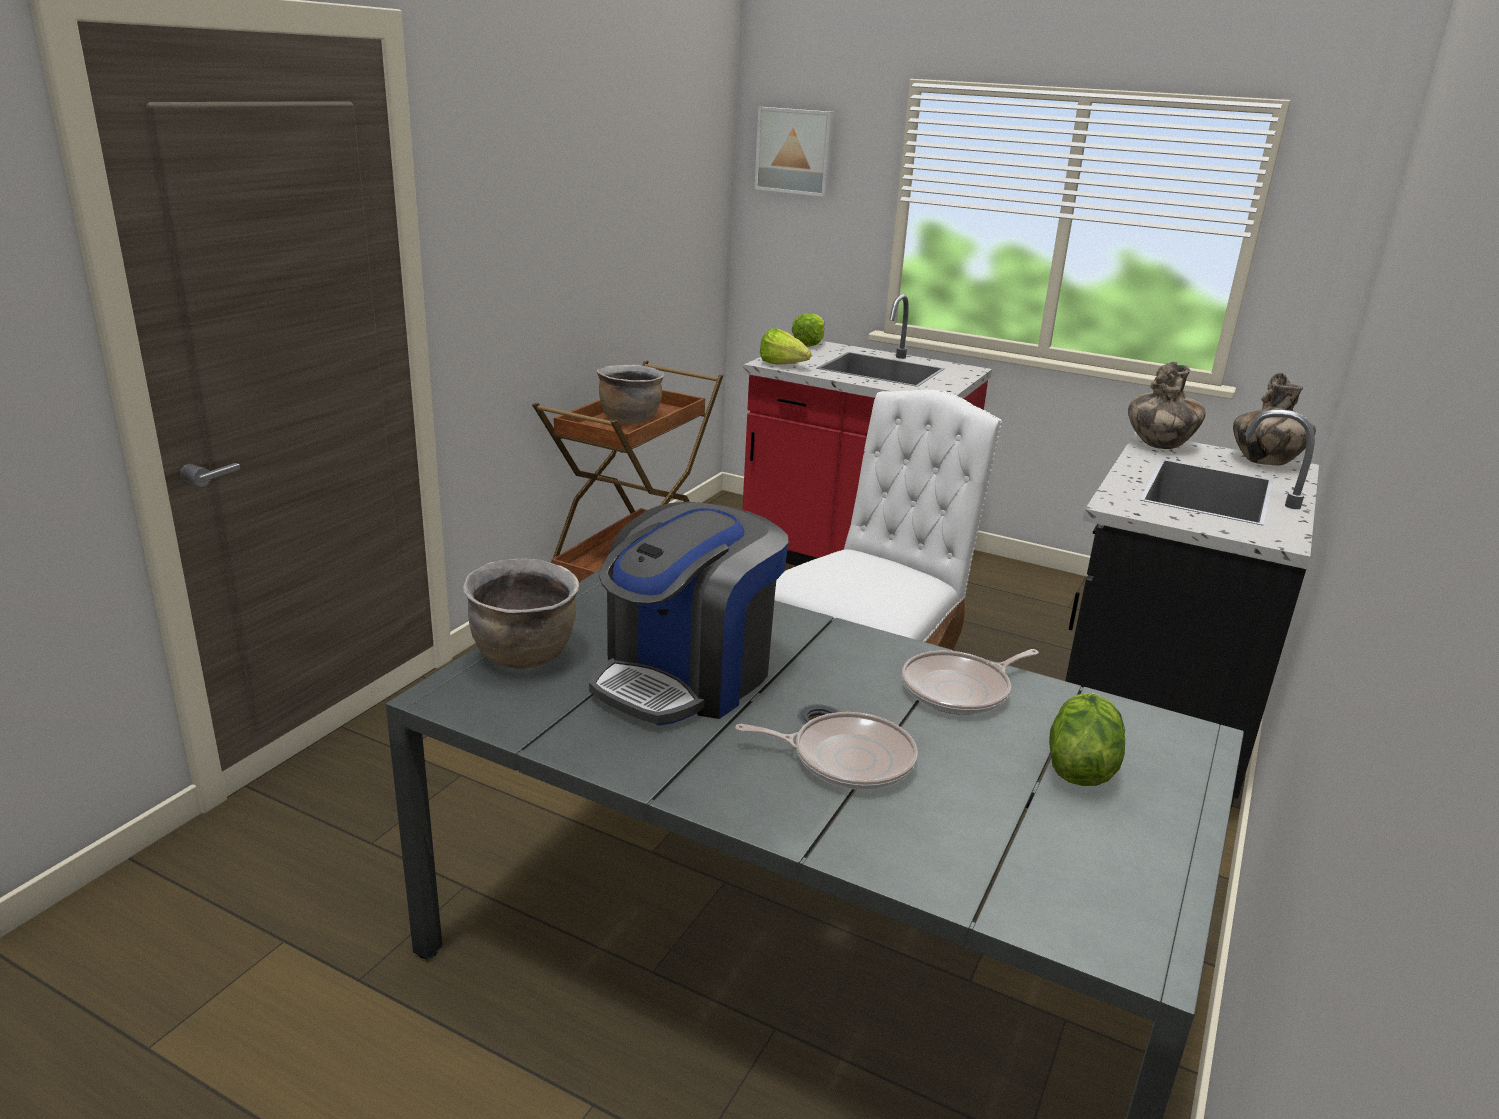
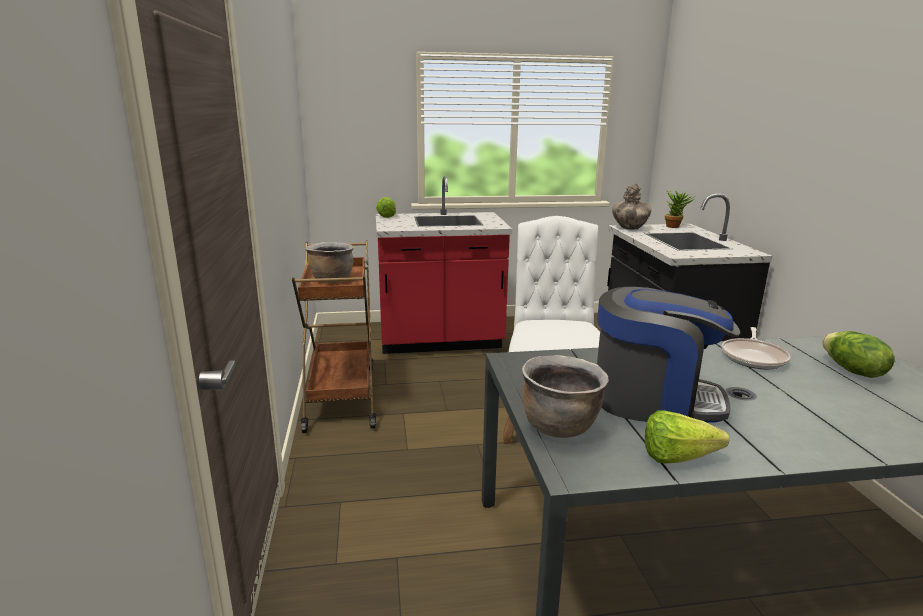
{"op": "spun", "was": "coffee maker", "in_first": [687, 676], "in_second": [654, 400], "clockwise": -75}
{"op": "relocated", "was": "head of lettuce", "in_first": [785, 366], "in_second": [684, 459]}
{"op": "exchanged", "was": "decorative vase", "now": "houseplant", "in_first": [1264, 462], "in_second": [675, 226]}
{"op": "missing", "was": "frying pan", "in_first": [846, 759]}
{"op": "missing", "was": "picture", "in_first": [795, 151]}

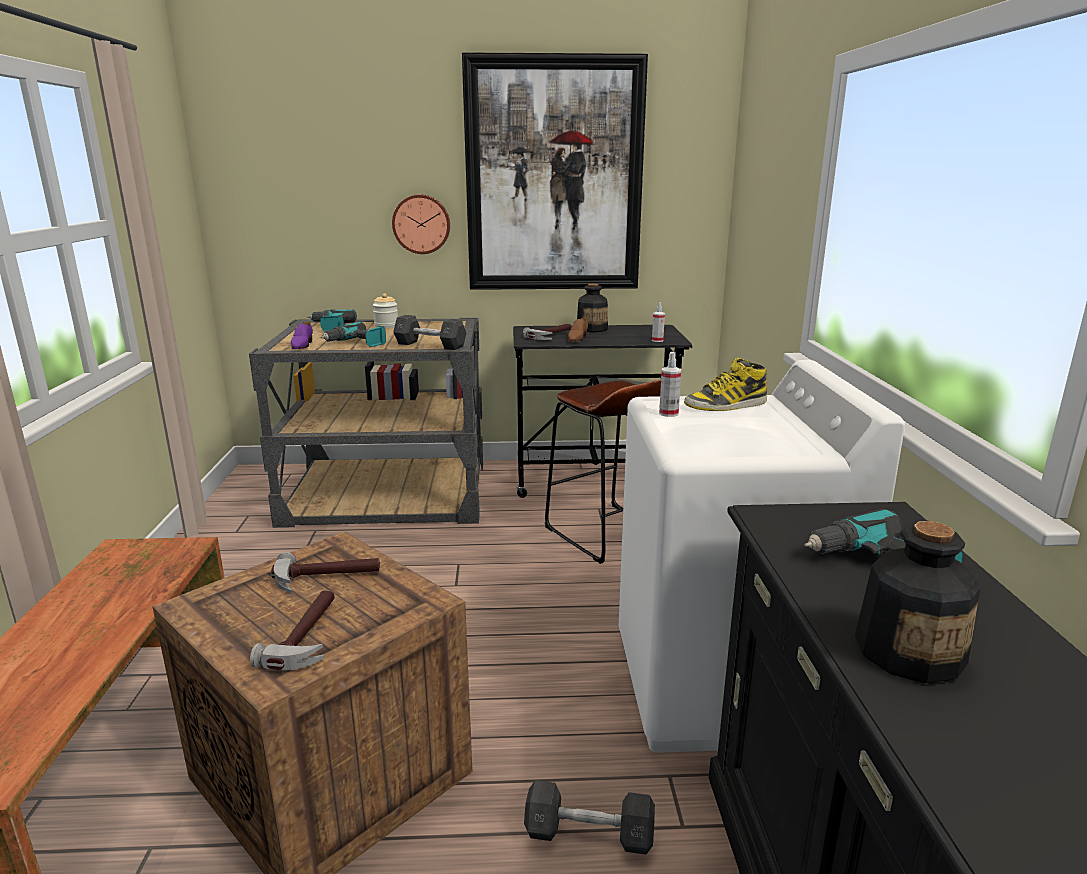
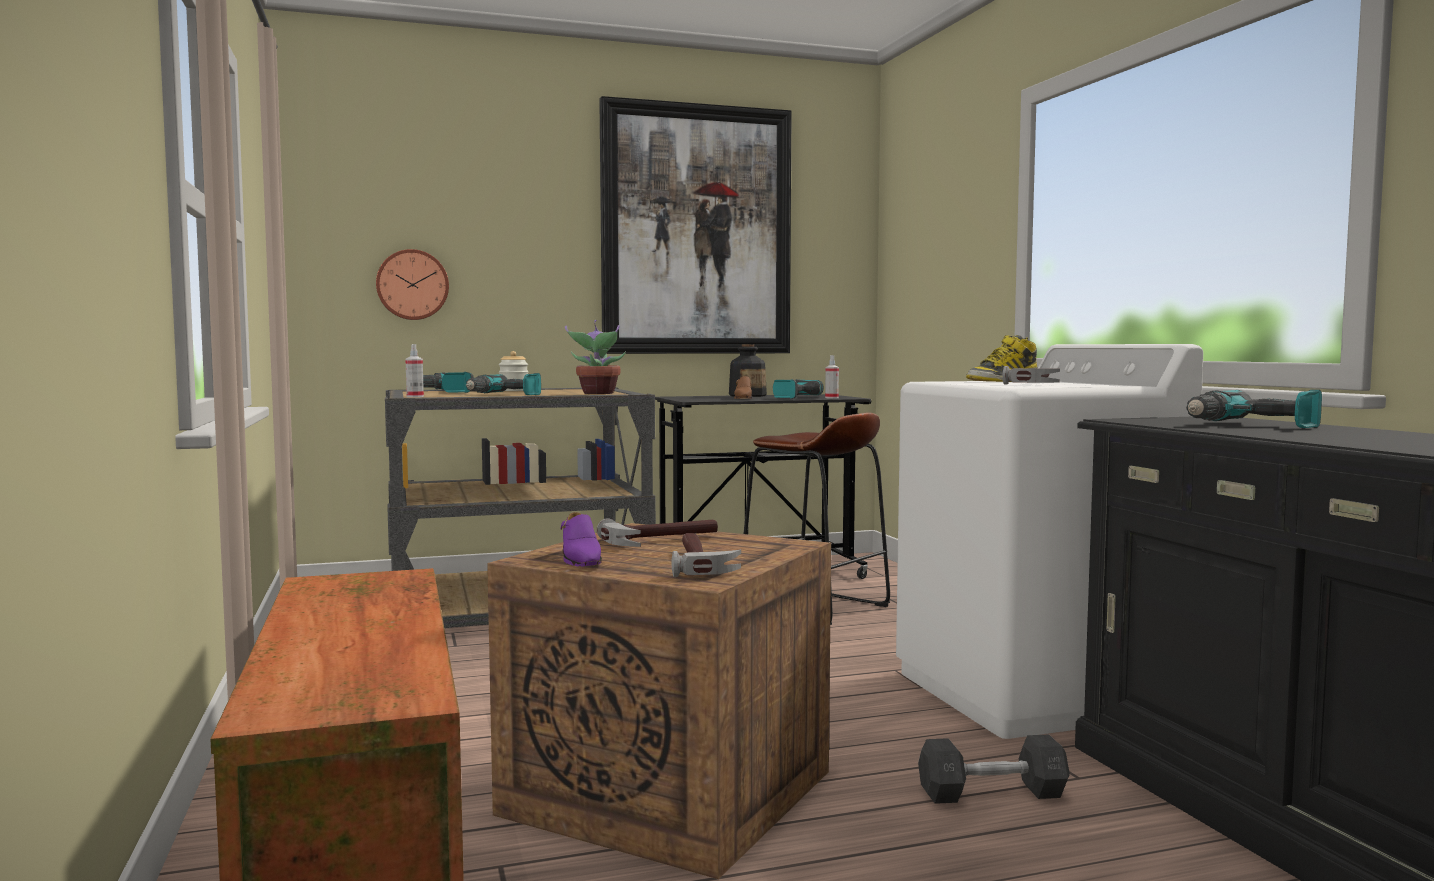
{"op": "relocated", "was": "clock on the wall", "in_first": [421, 224], "in_second": [412, 285]}
{"op": "relocated", "was": "sprayer", "in_first": [668, 413], "in_second": [415, 396]}
{"op": "relocated", "was": "purple-coloured shoe", "in_first": [302, 345], "in_second": [580, 559]}
{"op": "exchanged", "was": "greyish free weight", "now": "houseplant", "in_first": [430, 345], "in_second": [597, 393]}
{"op": "appeared", "now": "power drill", "in_second": [790, 397]}
{"op": "relocated", "was": "hand hammer", "in_first": [552, 336], "in_second": [1038, 383]}
{"op": "missing", "was": "drink bottle", "in_first": [909, 651]}

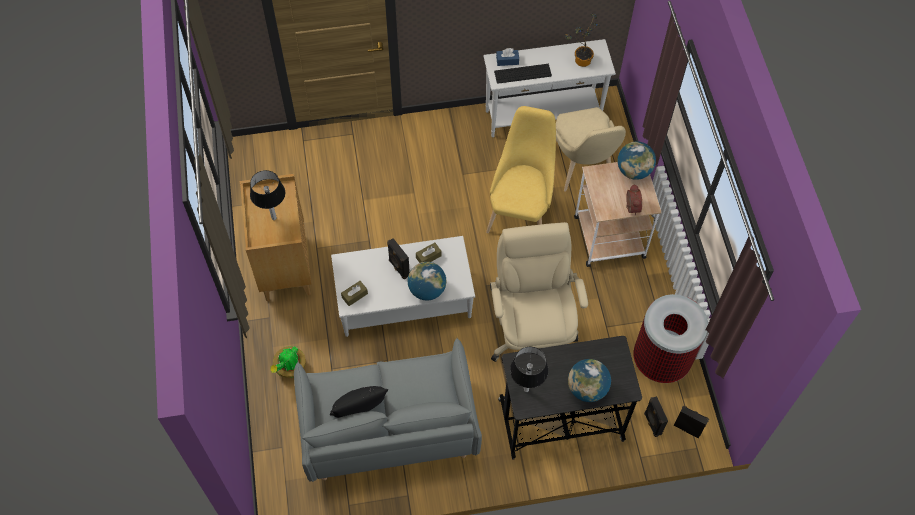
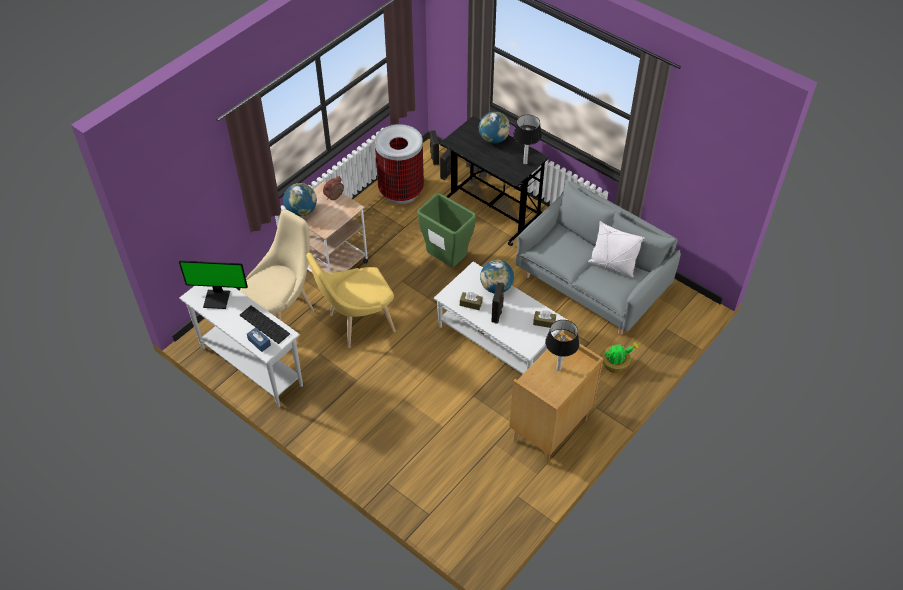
{"op": "exchanged", "was": "houseplant", "now": "monitor", "in_first": [580, 60], "in_second": [217, 298]}
{"op": "exchanged", "was": "beige-coloured office chair", "now": "green-coloured waste bin", "in_first": [532, 330], "in_second": [446, 260]}
{"op": "colour", "was": "black-coloured throw pillow", "now": "white throw pillow", "in_first": [360, 410], "in_second": [612, 266]}

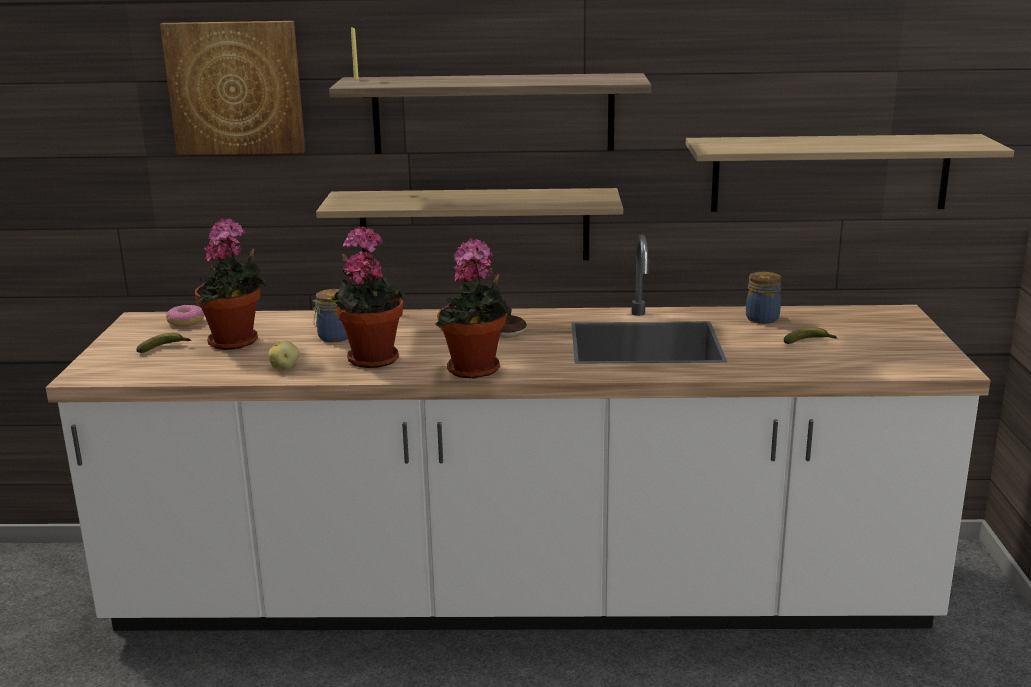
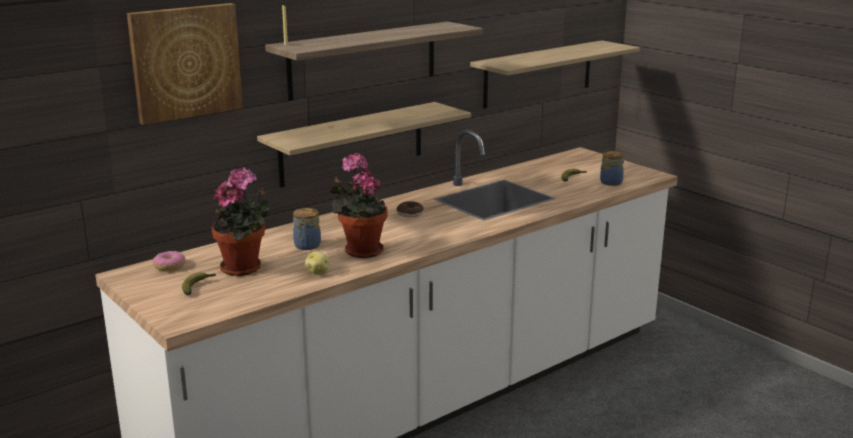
{"op": "relocated", "was": "storage jar", "in_first": [762, 318], "in_second": [610, 182]}
{"op": "missing", "was": "houseplant", "in_first": [476, 371]}

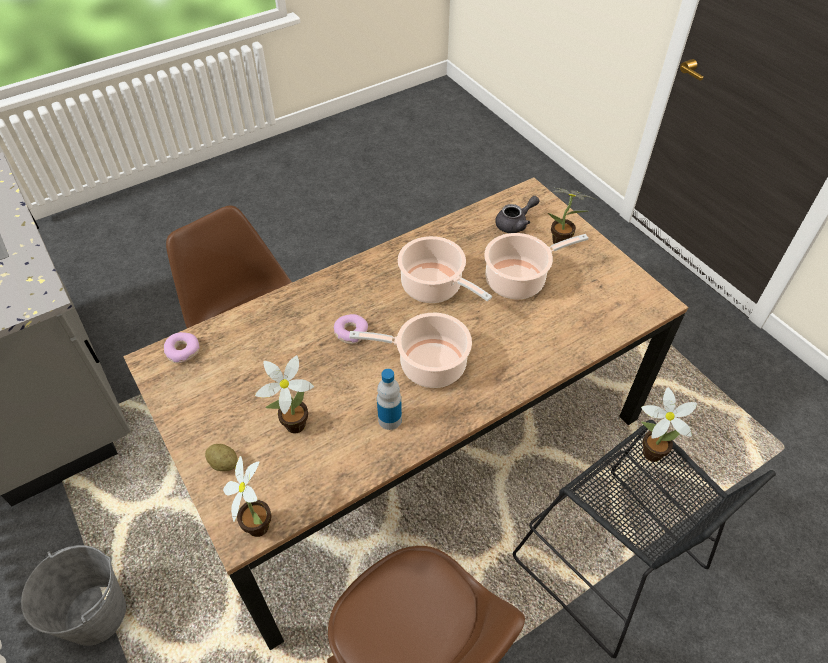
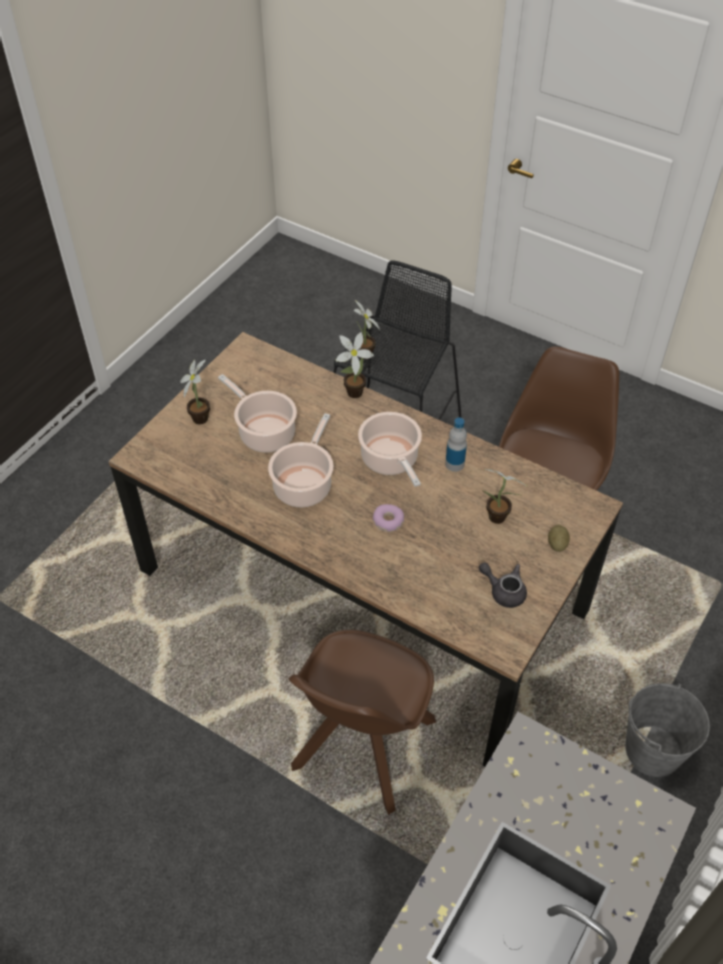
{"op": "relocated", "was": "houseplant", "in_first": [259, 522], "in_second": [352, 393]}
{"op": "relocated", "was": "greyish tea pot", "in_first": [515, 223], "in_second": [503, 591]}
{"op": "missing", "was": "donut", "in_first": [183, 351]}

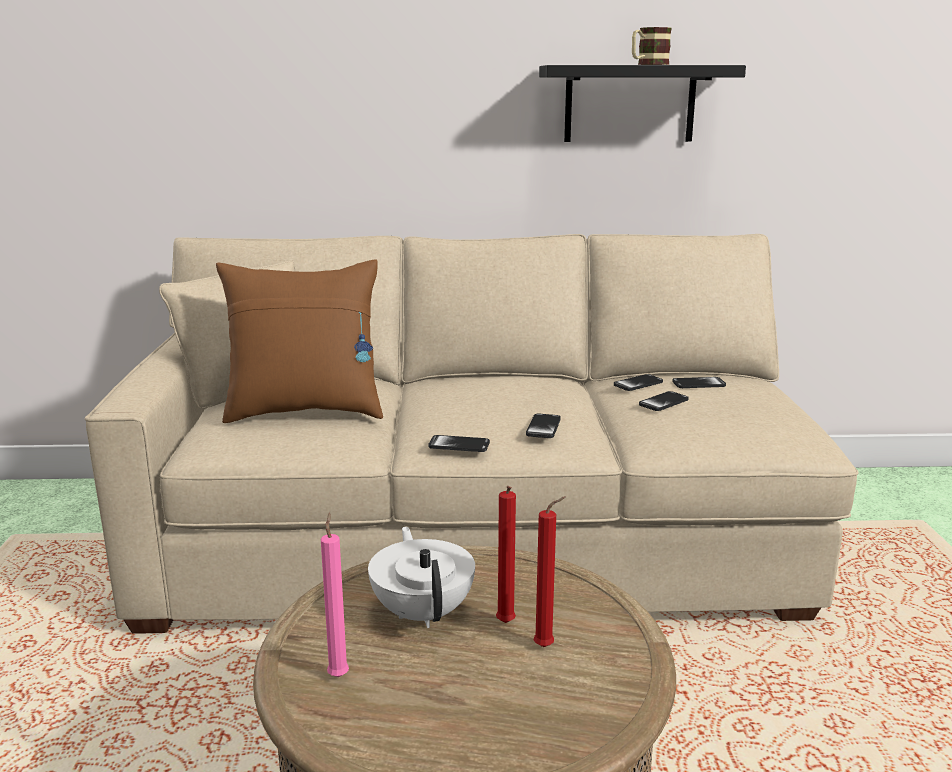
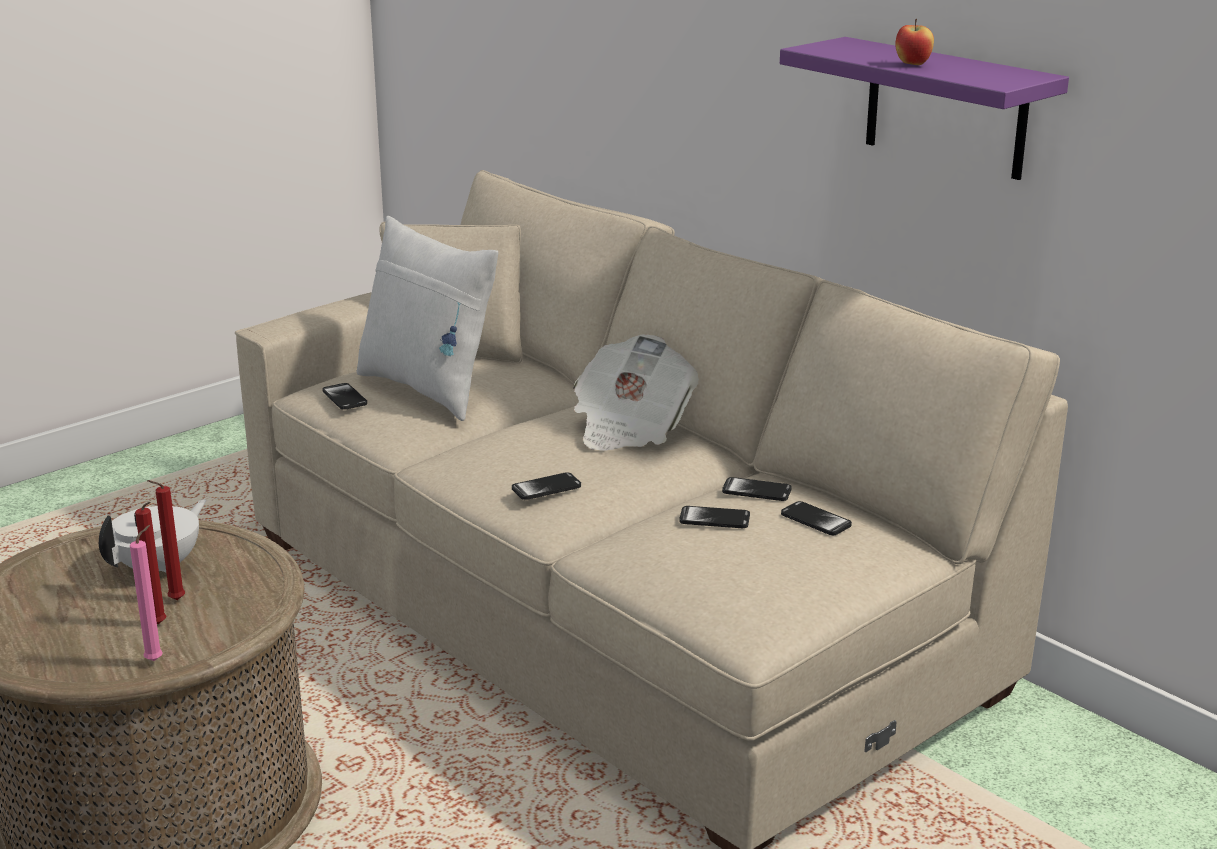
{"op": "relocated", "was": "pink candle", "in_first": [339, 674], "in_second": [157, 659]}
{"op": "relocated", "was": "telephone", "in_first": [459, 445], "in_second": [344, 398]}
{"op": "colour", "was": "brownish throw pillow", "now": "greyish throw pillow", "in_first": [305, 413], "in_second": [427, 390]}
{"op": "appeared", "now": "daily paper", "in_second": [630, 427]}
{"op": "colour", "was": "black-coloured shelf", "now": "purple-coloured shelf", "in_first": [629, 104], "in_second": [946, 108]}
{"op": "exchanged", "was": "tea mug", "now": "whole apple", "in_first": [648, 64], "in_second": [912, 65]}

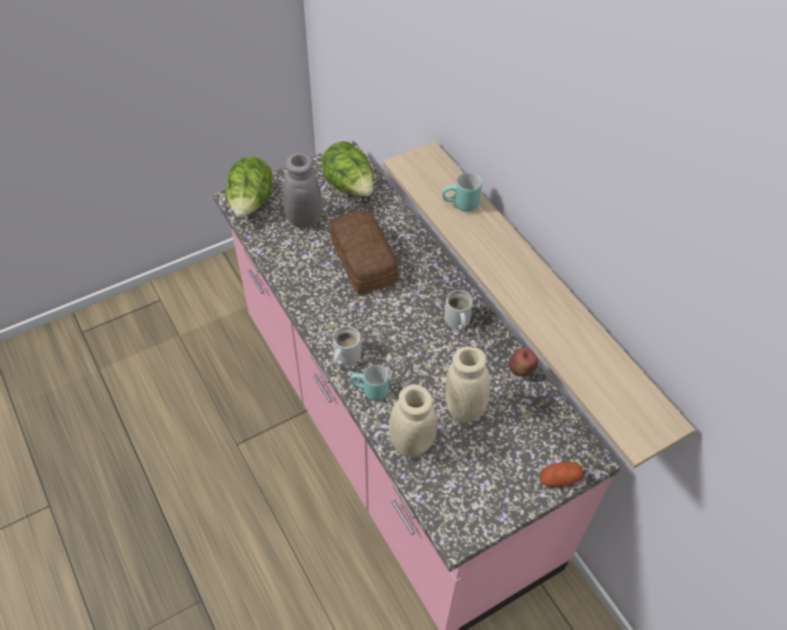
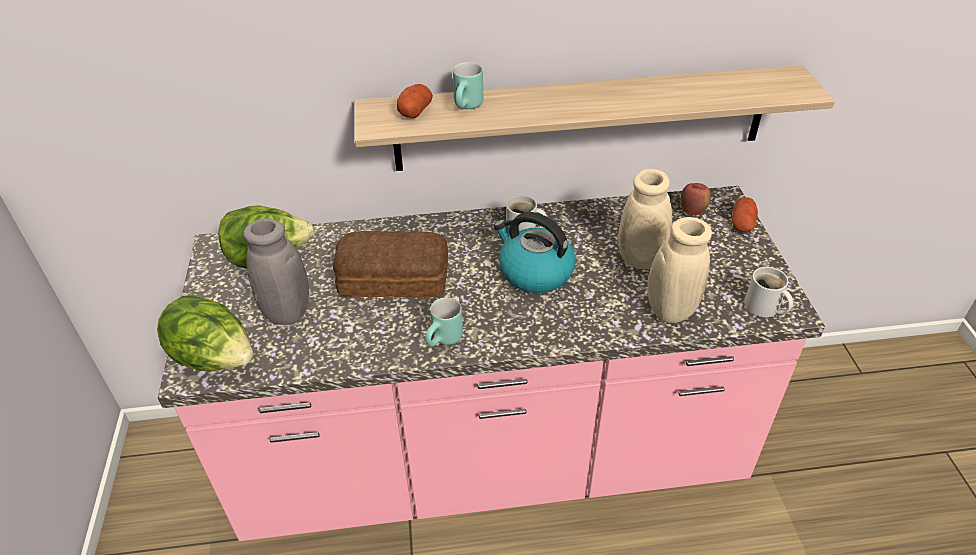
{"op": "appeared", "now": "potato", "in_second": [415, 111]}
{"op": "relocated", "was": "turquoise-coloured tea mug", "in_first": [369, 392], "in_second": [445, 341]}
{"op": "appeared", "now": "water kettle", "in_second": [534, 272]}
{"op": "relocated", "was": "whole apple", "in_first": [521, 370], "in_second": [692, 211]}
{"op": "relocated", "was": "white tea mug", "in_first": [345, 356], "in_second": [763, 308]}

